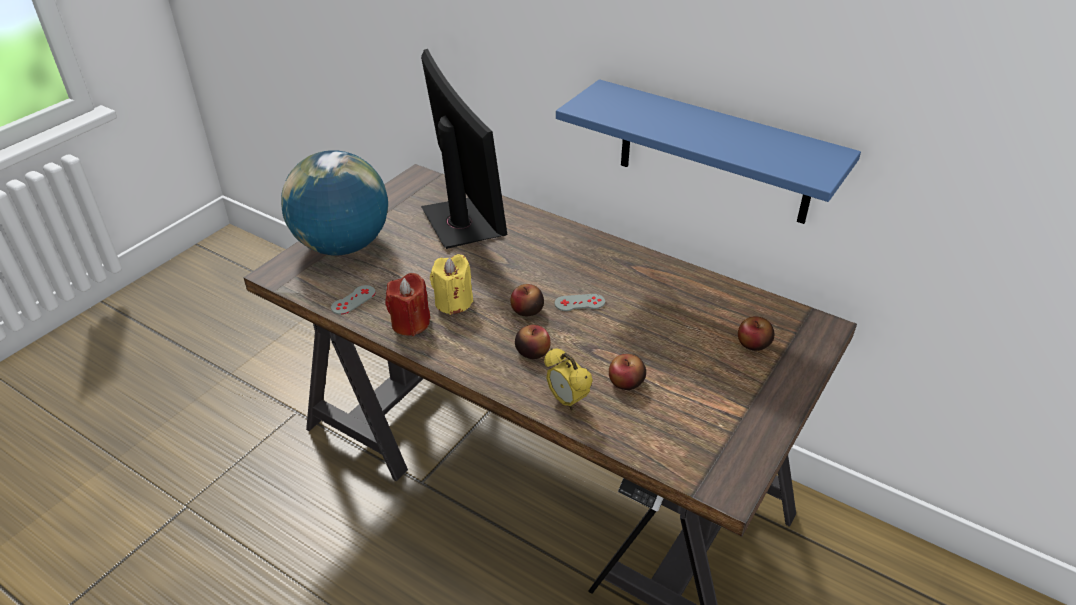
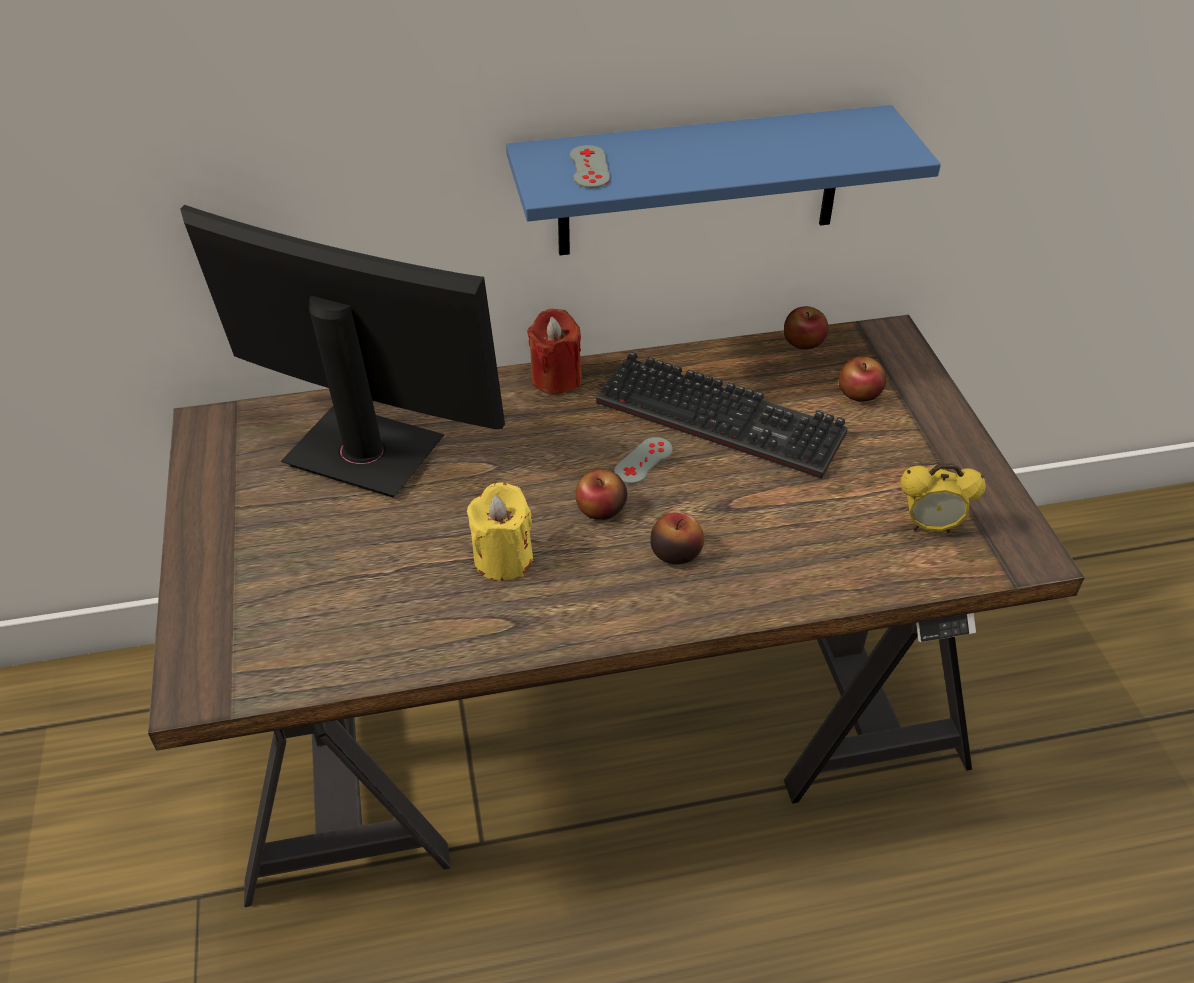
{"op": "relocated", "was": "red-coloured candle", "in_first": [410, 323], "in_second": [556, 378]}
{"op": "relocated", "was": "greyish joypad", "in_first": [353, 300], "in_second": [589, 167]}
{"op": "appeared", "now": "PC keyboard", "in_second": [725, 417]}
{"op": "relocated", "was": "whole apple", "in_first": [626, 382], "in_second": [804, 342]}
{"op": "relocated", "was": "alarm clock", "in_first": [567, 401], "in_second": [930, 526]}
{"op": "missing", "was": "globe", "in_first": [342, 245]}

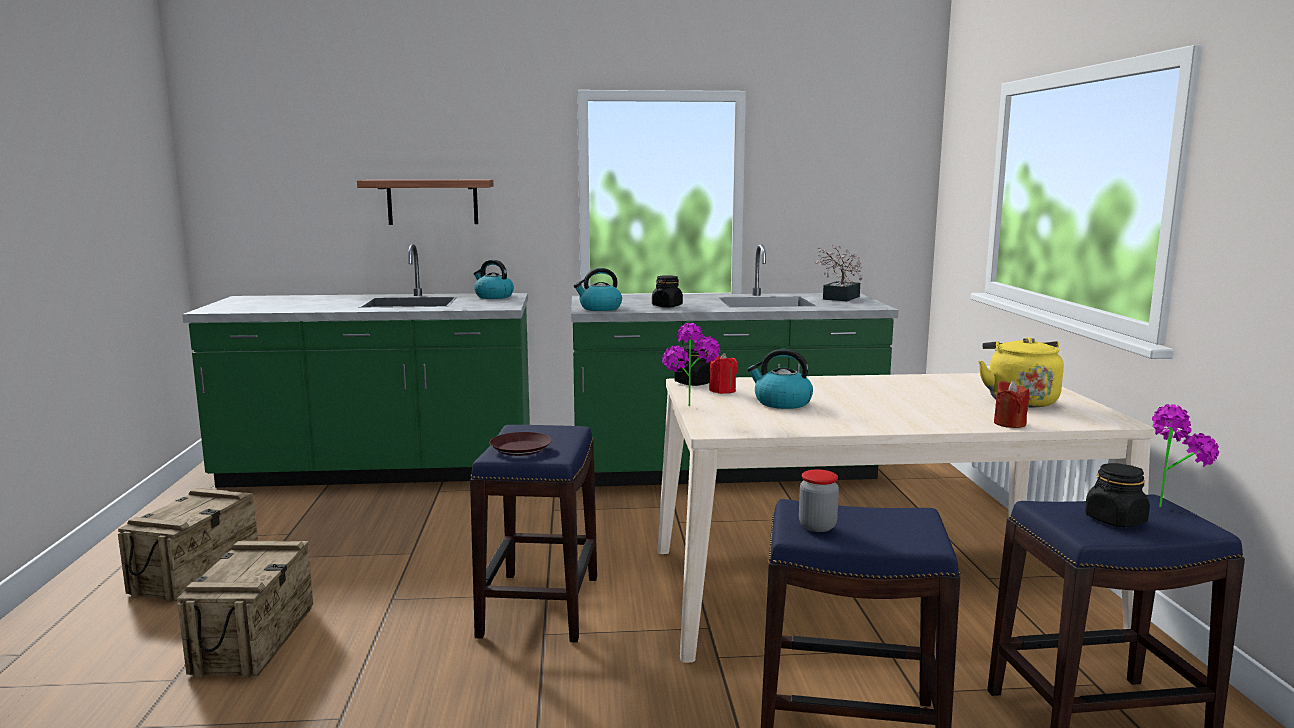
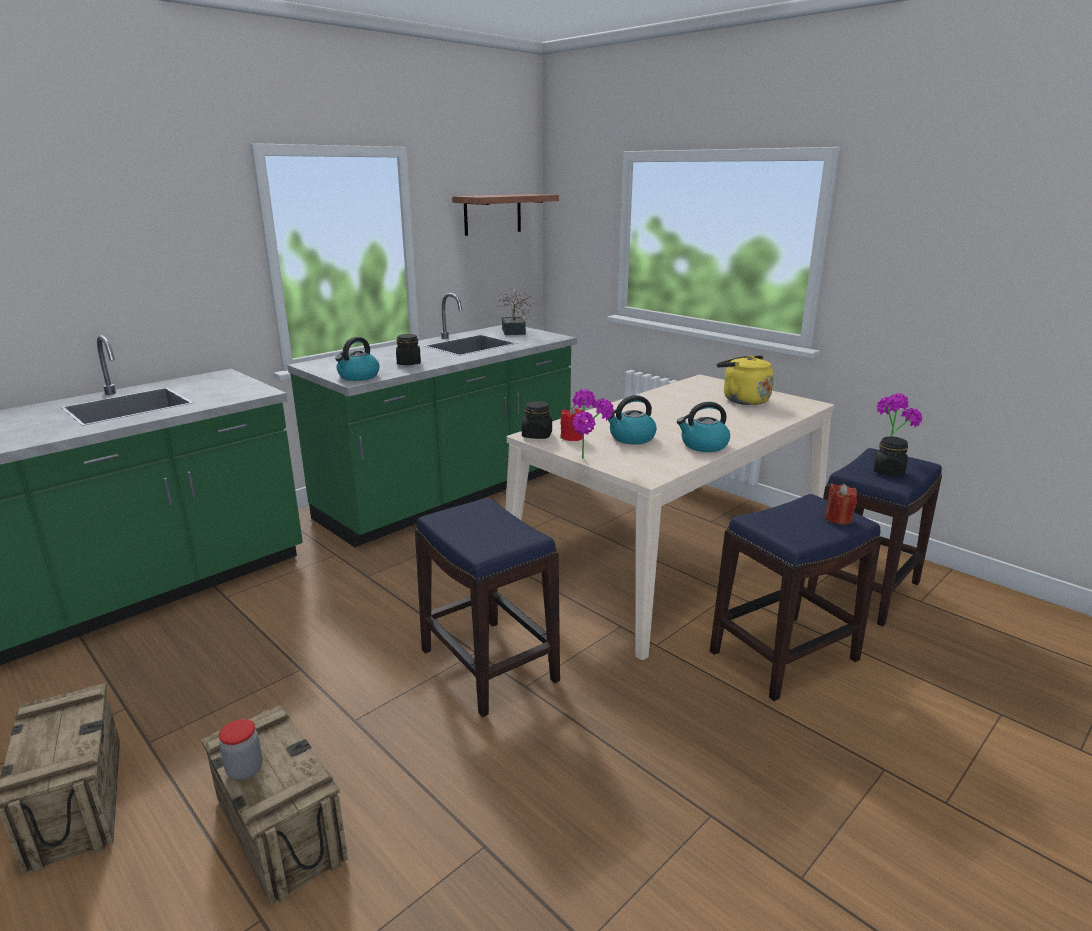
{"op": "relocated", "was": "storage jar", "in_first": [817, 526], "in_second": [245, 770]}
{"op": "relocated", "was": "shelf", "in_first": [432, 202], "in_second": [492, 214]}
{"op": "relocated", "was": "water kettle", "in_first": [493, 296], "in_second": [703, 445]}
{"op": "relocated", "was": "red-coloured candle", "in_first": [1009, 423], "in_second": [838, 518]}
{"op": "missing", "was": "brownish flat dish", "in_first": [521, 449]}

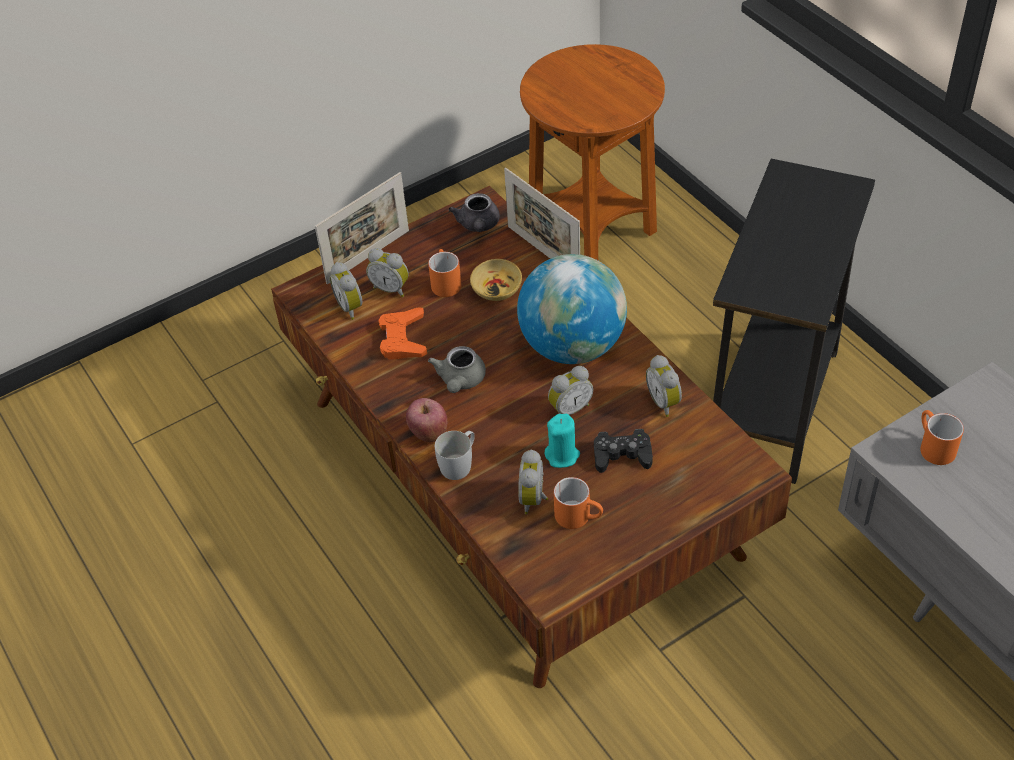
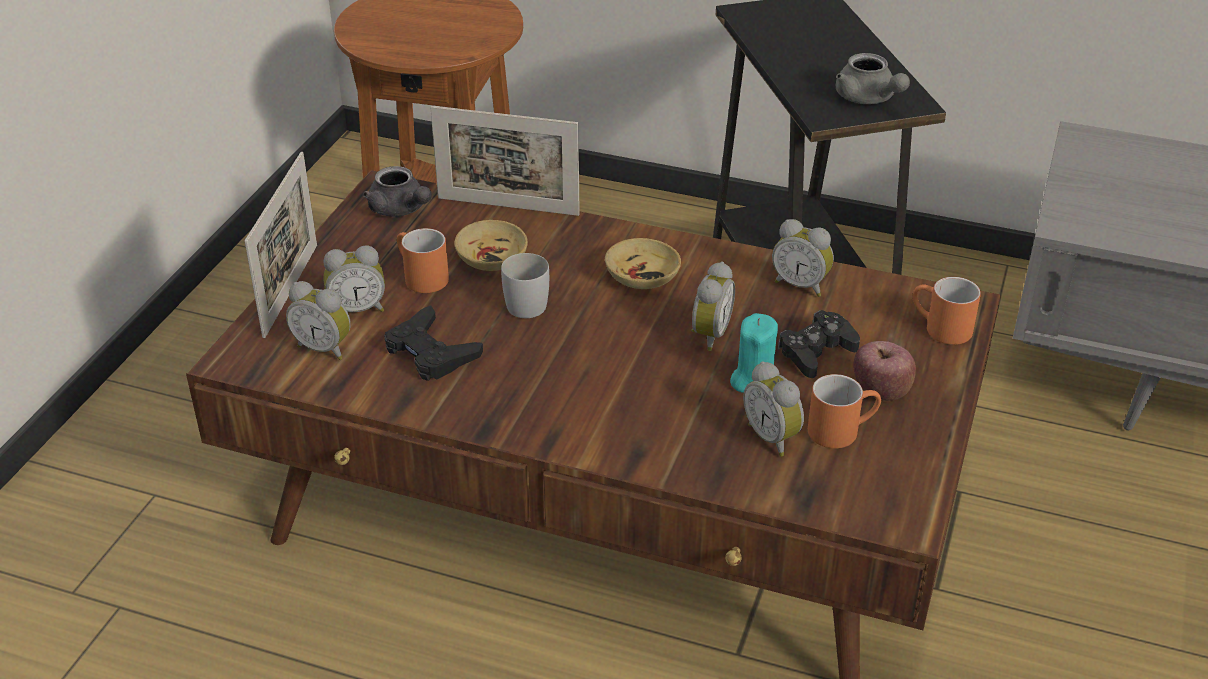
{"op": "colour", "was": "orange-coloured joypad", "now": "black-coloured joypad", "in_first": [403, 339], "in_second": [430, 352]}
{"op": "relocated", "was": "white tea mug", "in_first": [459, 463], "in_second": [526, 301]}
{"op": "exchanged", "was": "globe", "now": "beige-coloured deep dish", "in_first": [572, 346], "in_second": [642, 277]}
{"op": "relocated", "was": "greyish tea pot", "in_first": [460, 381], "in_second": [868, 99]}
{"op": "relocated", "was": "whole apple", "in_first": [428, 432], "in_second": [881, 392]}
{"op": "relocated", "was": "orange-coloured tea mug", "in_first": [932, 446], "in_second": [939, 329]}

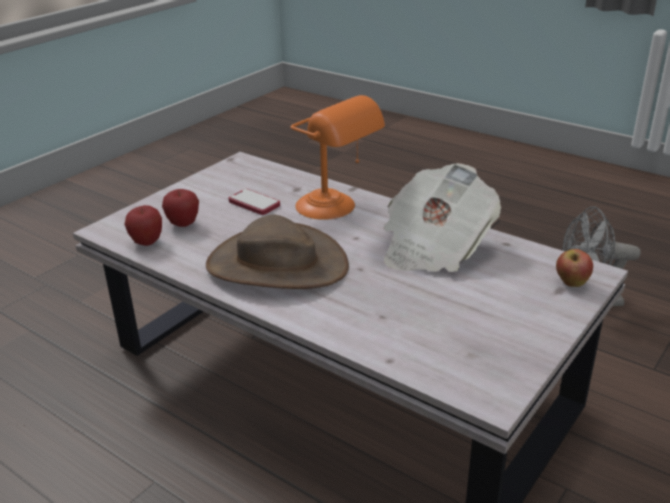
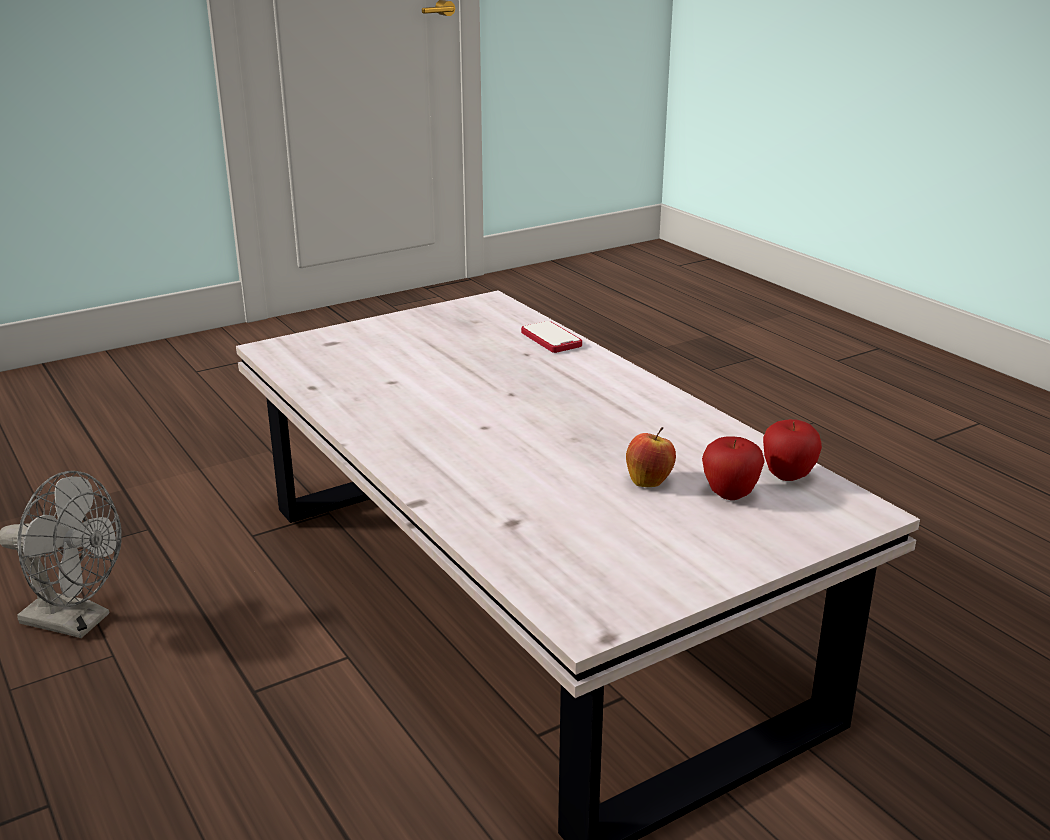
{"op": "relocated", "was": "telephone", "in_first": [254, 203], "in_second": [551, 339]}
{"op": "relocated", "was": "whole apple", "in_first": [571, 283], "in_second": [649, 481]}
{"op": "missing", "was": "brownish wearable hat", "in_first": [276, 265]}
{"op": "missing", "was": "orange-coloured table lamp", "in_first": [336, 208]}
{"op": "missing", "was": "daily paper", "in_first": [433, 247]}

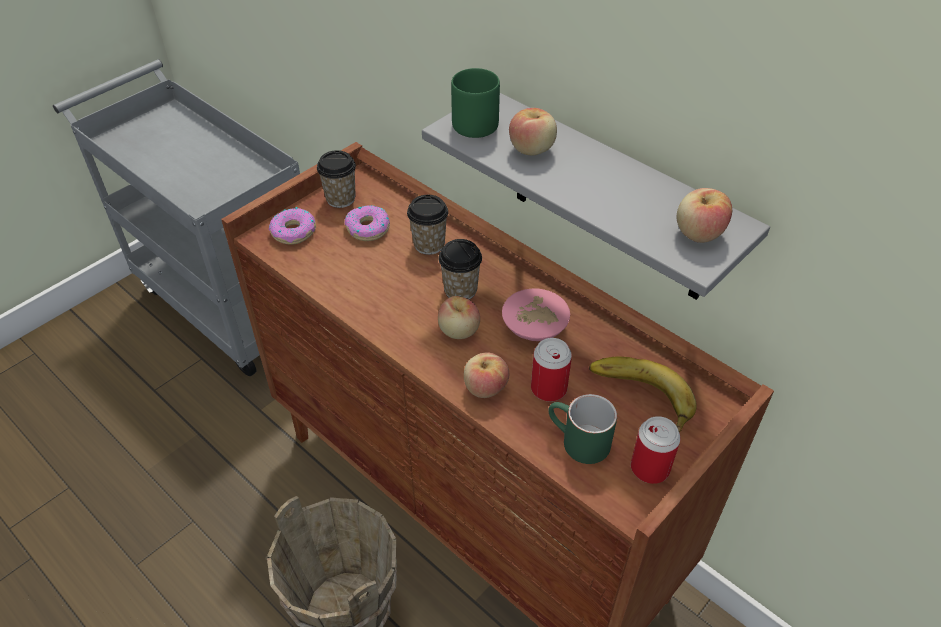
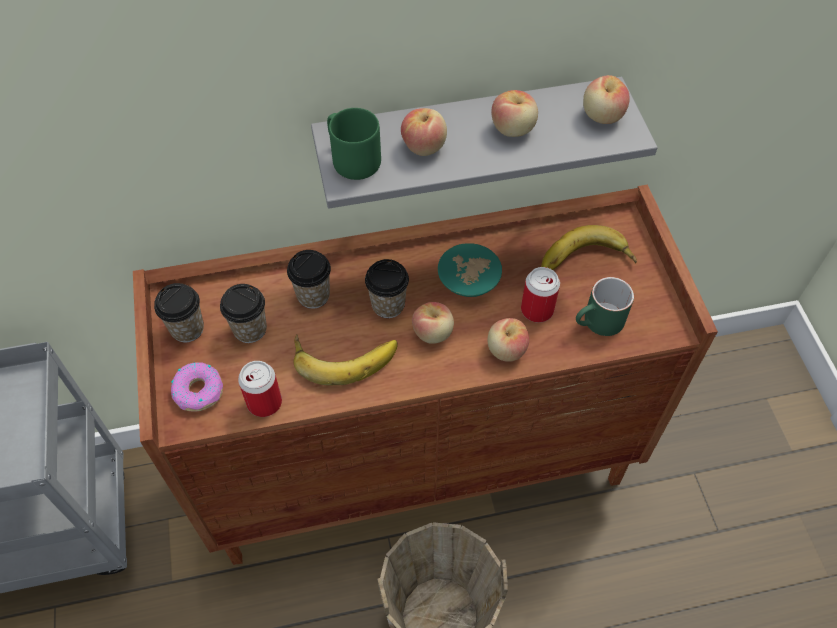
{"op": "exchanged", "was": "donut", "now": "small cup", "in_first": [368, 228], "in_second": [250, 329]}
{"op": "relocated", "was": "can", "in_first": [650, 468], "in_second": [264, 402]}
{"op": "appeared", "now": "whole banana", "in_second": [344, 355]}
{"op": "colour", "was": "pink deep dish", "now": "turquoise-coloured deep dish", "in_first": [537, 327], "in_second": [471, 279]}
{"op": "appeared", "now": "whole apple", "in_second": [513, 129]}

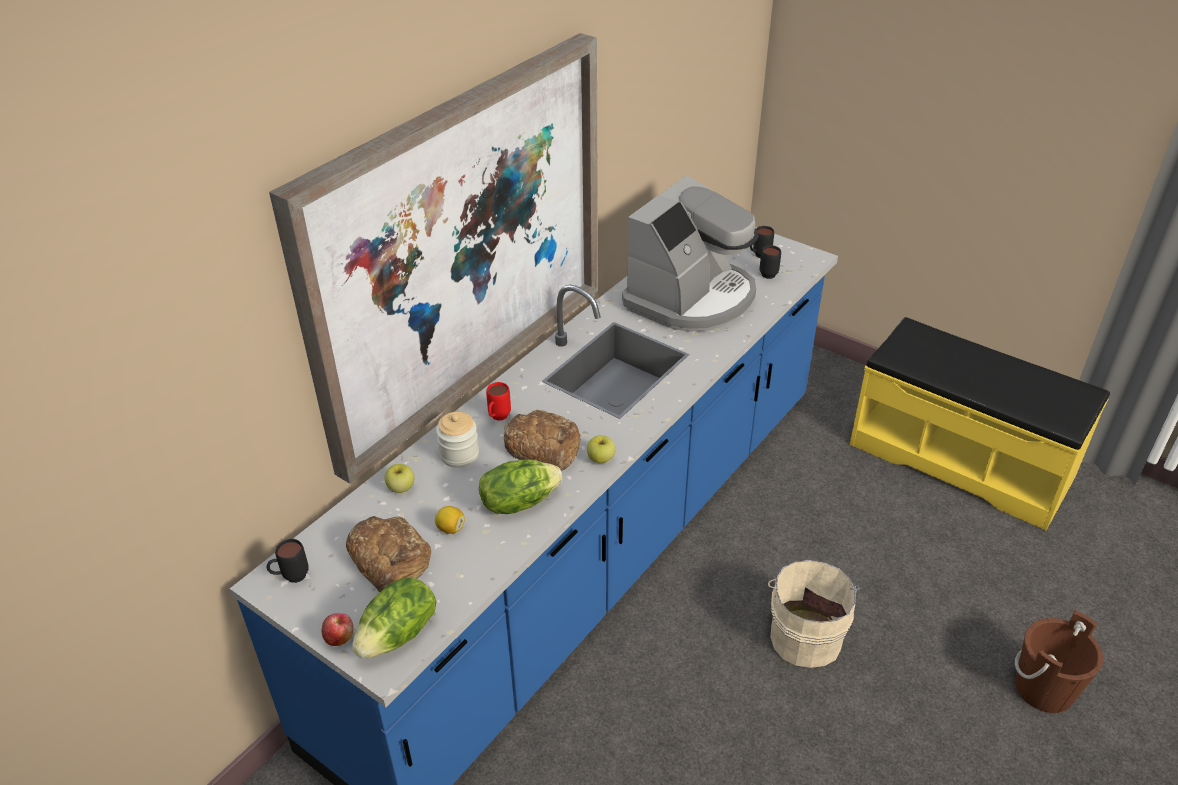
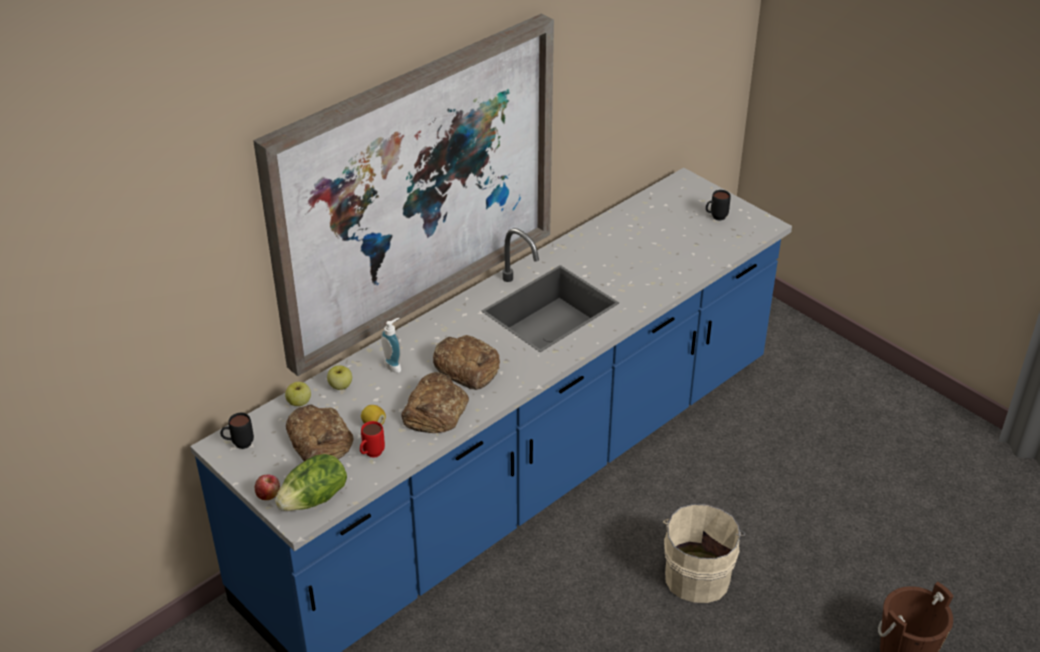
{"op": "relocated", "was": "whole apple", "in_first": [601, 459], "in_second": [299, 402]}
{"op": "relocated", "was": "red-coloured tea mug", "in_first": [497, 418], "in_second": [371, 455]}
{"op": "exchanged", "was": "storage jar", "now": "liquid soap bottle", "in_first": [459, 455], "in_second": [395, 365]}
{"op": "exchanged", "was": "head of lettuce", "now": "bakery bread", "in_first": [519, 502], "in_second": [435, 410]}
{"op": "missing", "was": "coffee maker", "in_first": [691, 298]}
{"op": "missing", "was": "black-coloured tea mug", "in_first": [766, 273]}
{"op": "missing", "was": "yellowish bench", "in_first": [960, 459]}

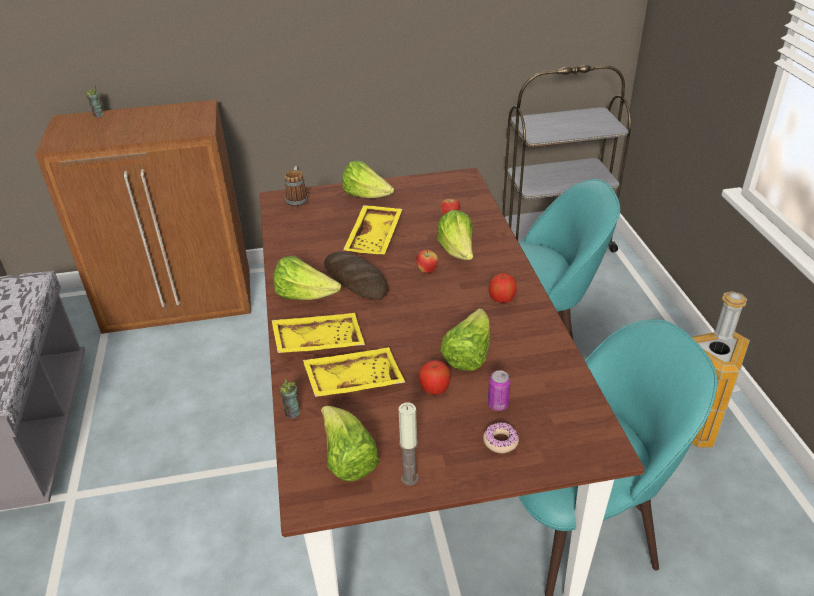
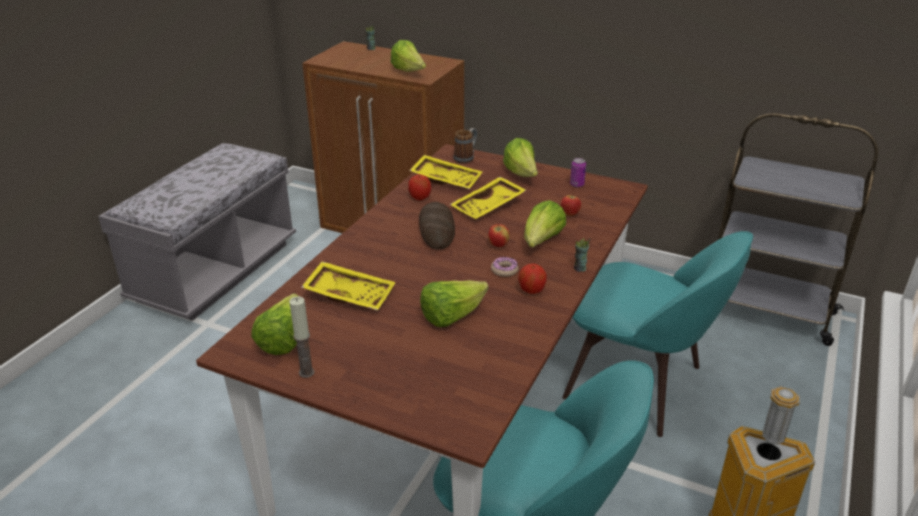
{"op": "relocated", "was": "head of lettuce", "in_first": [305, 296], "in_second": [409, 71]}
{"op": "relocated", "was": "whole apple", "in_first": [434, 389], "in_second": [420, 197]}
{"op": "relocated", "was": "yellowish serving tray", "in_first": [318, 341], "in_second": [446, 179]}
{"op": "relocated", "was": "donut", "in_first": [500, 441], "in_second": [504, 270]}
{"op": "relocated", "was": "can", "in_first": [498, 404], "in_second": [577, 184]}
{"op": "relocated", "was": "small cup", "in_first": [292, 413], "in_second": [580, 268]}

